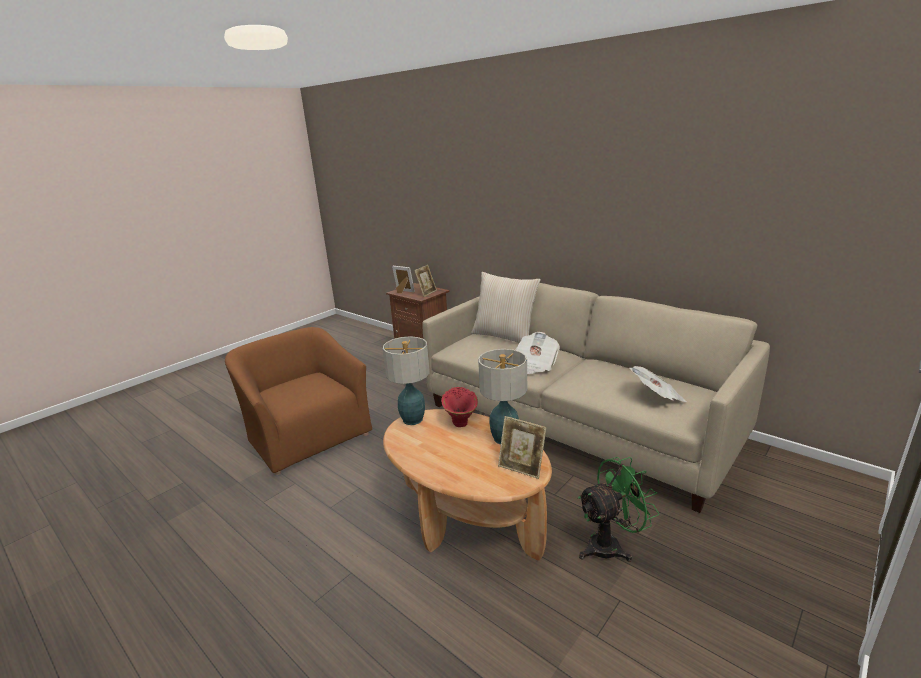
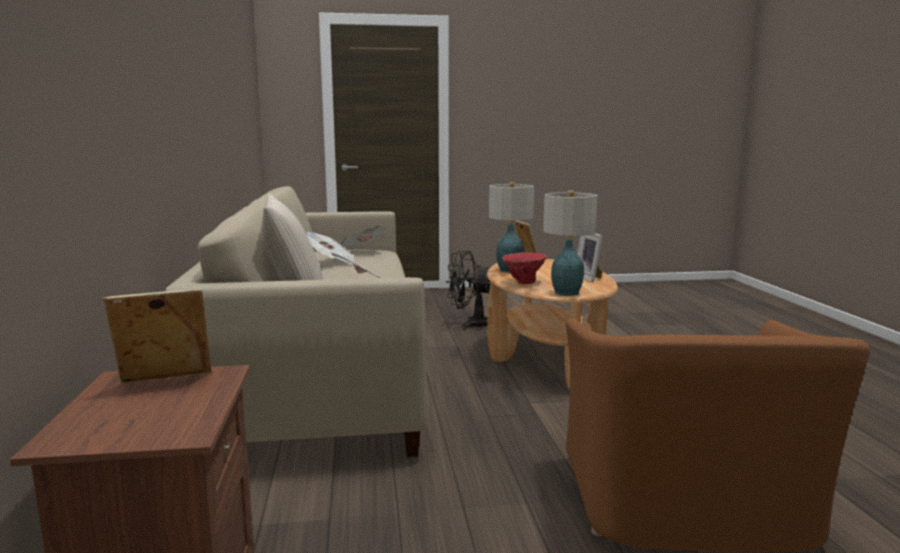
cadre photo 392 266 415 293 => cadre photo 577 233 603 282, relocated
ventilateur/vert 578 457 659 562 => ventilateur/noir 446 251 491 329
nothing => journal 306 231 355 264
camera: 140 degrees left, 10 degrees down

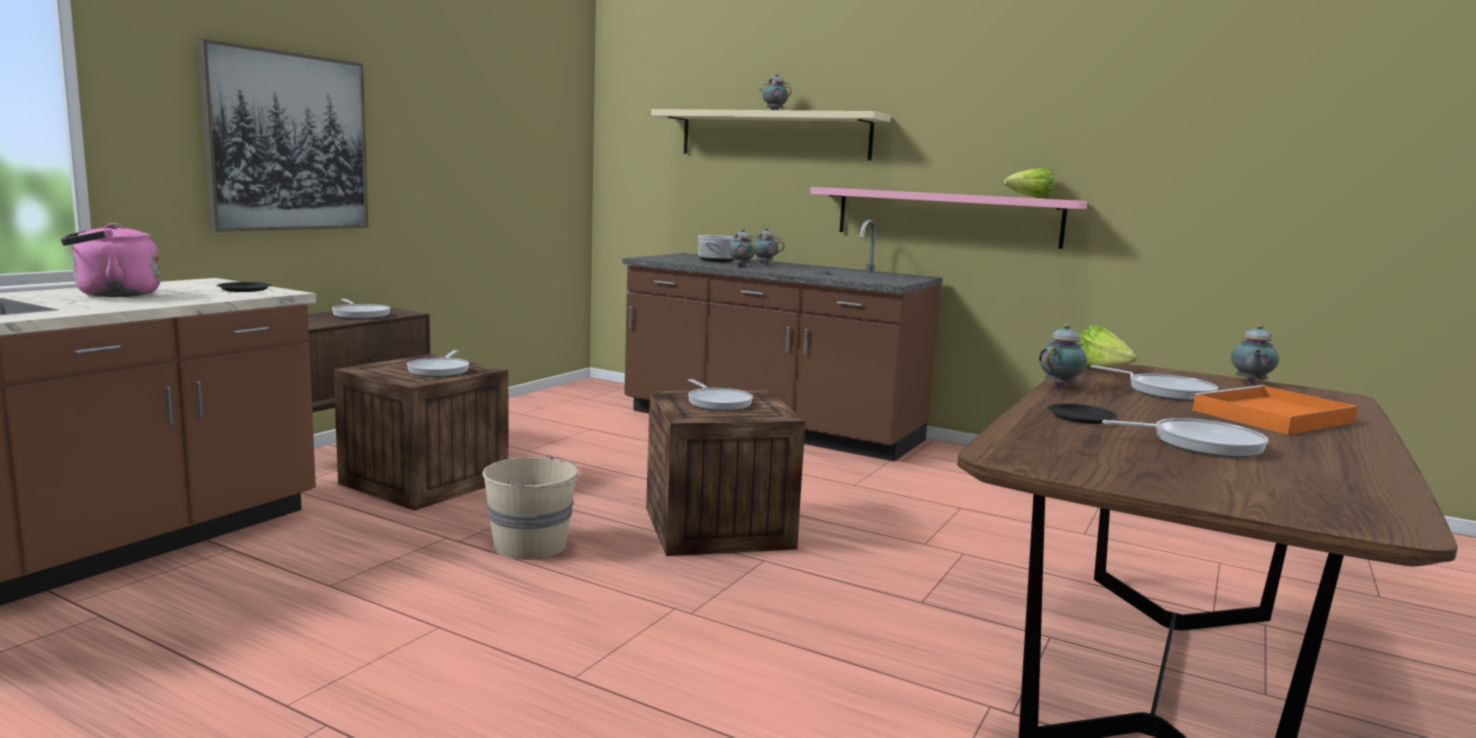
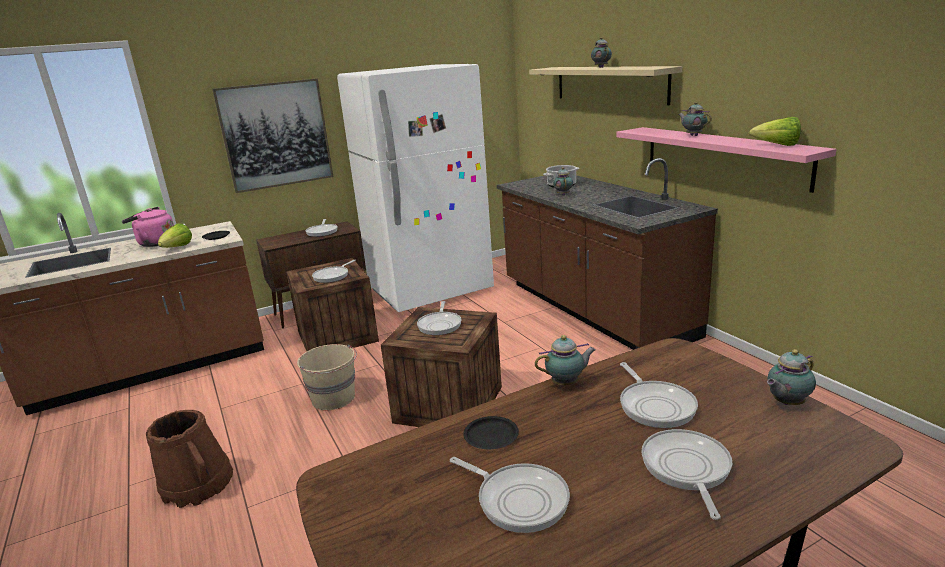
théière 751 228 785 264 => théière 678 102 712 136, relocated
laitue 1076 325 1138 368 => laitue 158 223 192 248, relocated
plateau/orange 1190 385 1358 435 => poêle 641 429 732 520
nothing => réfrigérateur/blanc 337 64 494 312
nothing => seau/marron 146 410 233 508
camera: 35 degrees right, 10 degrees up

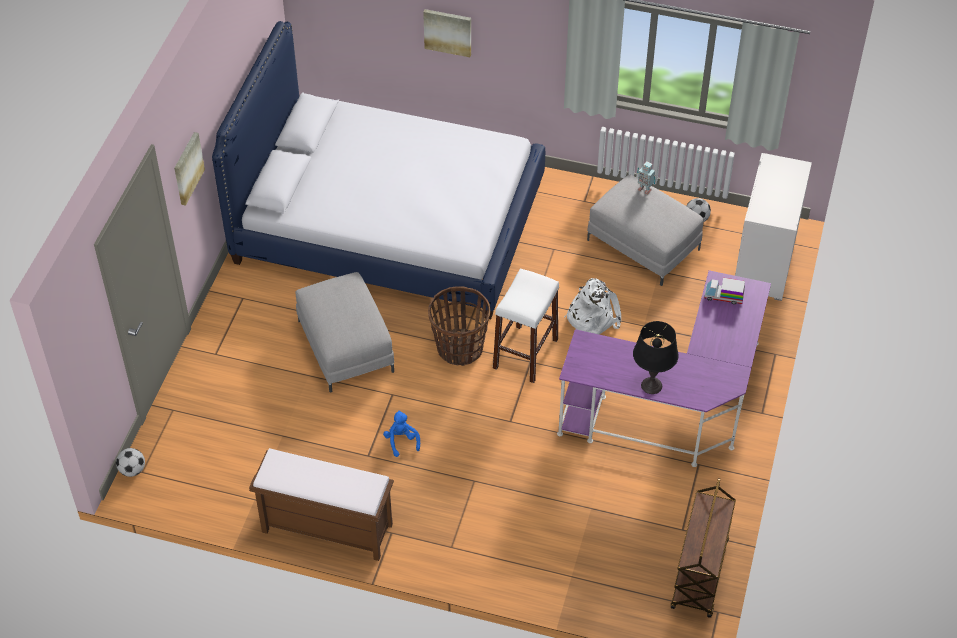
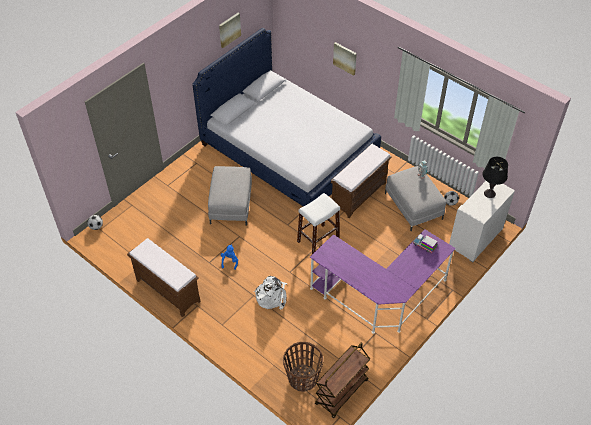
tableau 174 132 205 206 => tableau 219 13 241 48, relocated
sac à dos/blanc 564 278 621 334 => sac à dos/blanc 254 276 287 310, relocated
panier 428 286 490 366 => panier 283 342 323 392, relocated
lampe de table/noir 633 321 679 394 => lampe de table/noir 483 157 508 198, relocated
nothing => banc/marron 331 144 392 218
camera: 25 degrees right, 0 degrees up

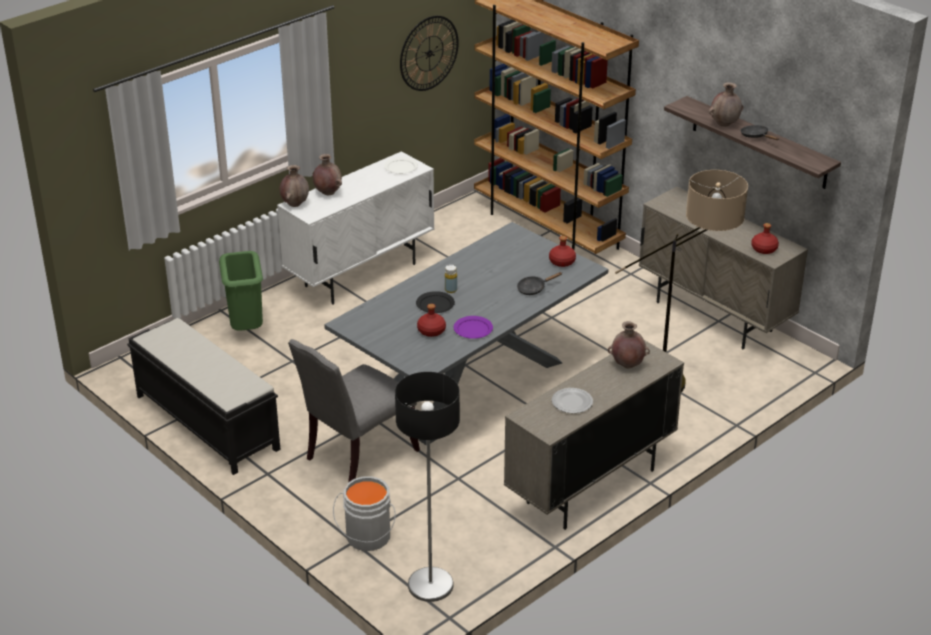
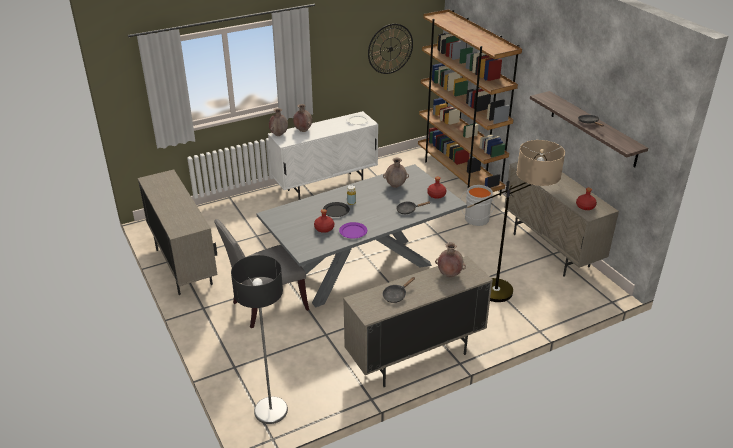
vase/marron 709 82 743 127 => vase/marron 383 158 409 188, relocated
poubelle/vert 219 251 263 331 => nothing
banc/noir 127 318 280 475 => meuble de rangement/beige 138 169 218 295
assiette 552 388 593 413 => poêle/noir 383 277 415 303
seau/gris 333 476 396 551 => seau/gris 460 185 494 226, relocated
camera: 15 degrees right, 0 degrees up

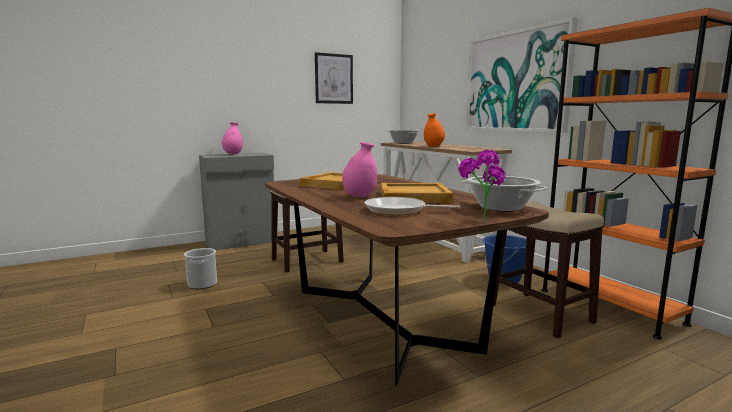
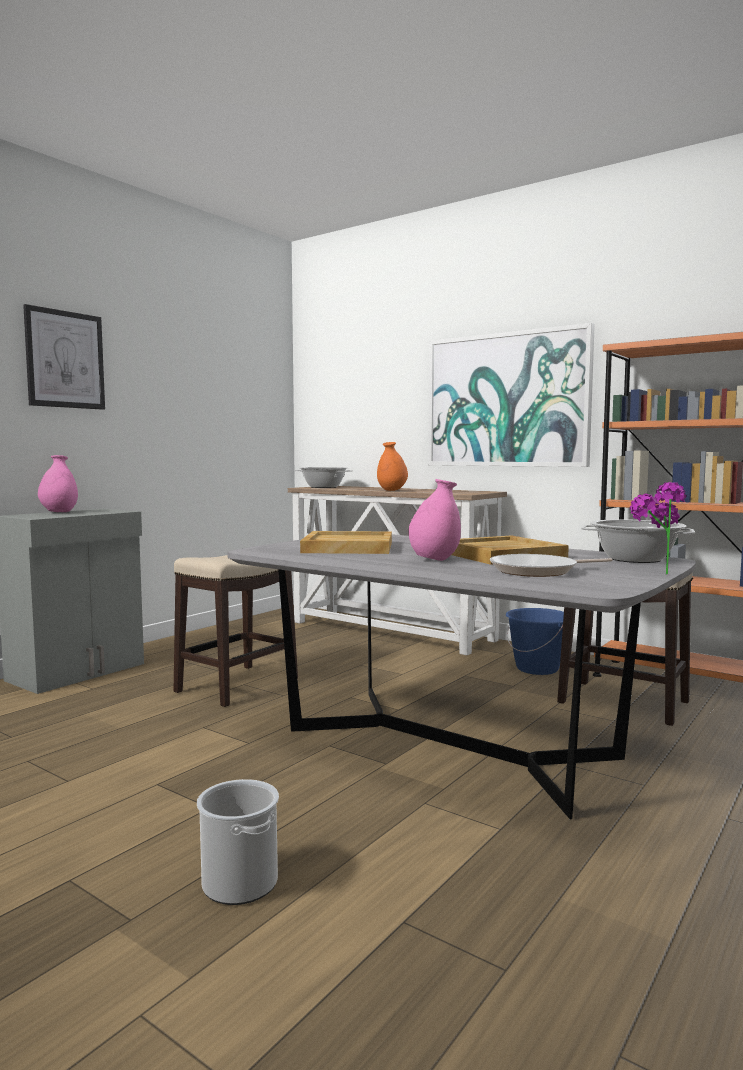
tableau 315 52 353 104 => tableau 23 304 105 410, relocated
table à manger/marron 265 174 549 386 => table à manger/gris 227 534 696 819
seau 184 248 217 289 => seau 197 779 279 905, relocated
camera: 25 degrees left, 5 degrees down

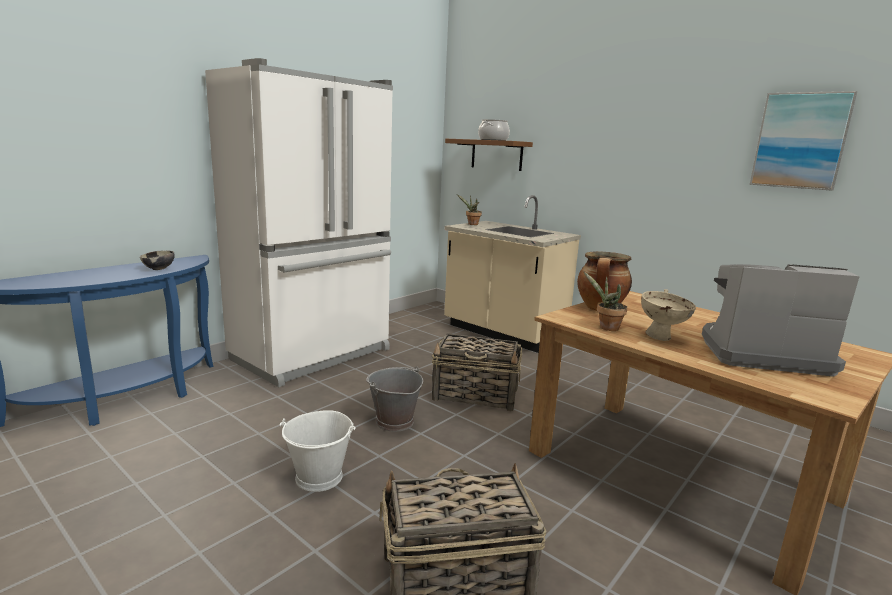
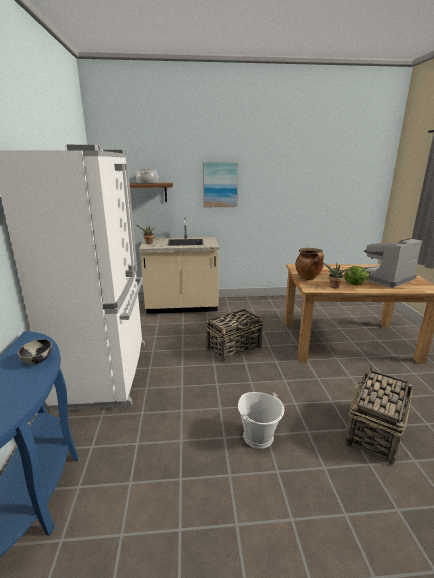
tableau 749 91 857 191 => tableau 203 162 238 207, relocated
bol/beige 641 289 696 341 => laitue 344 266 370 285
seau/gris 366 366 423 432 => nothing
camera: 45 degrees left, 5 degrees up

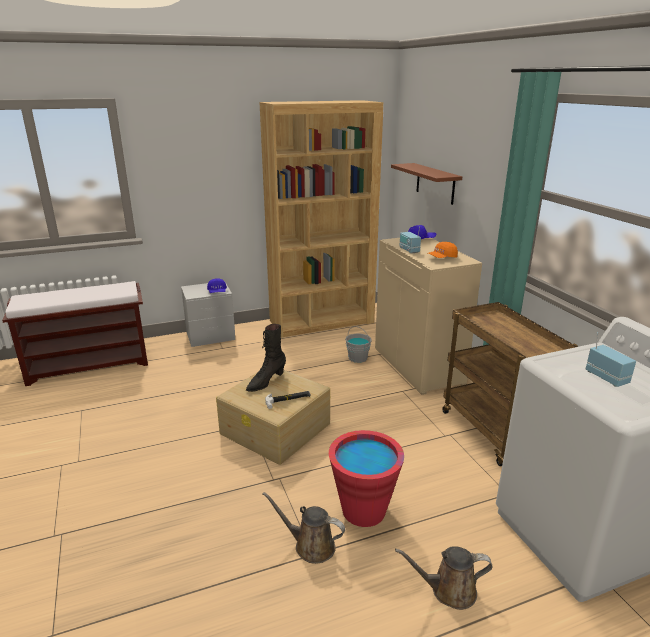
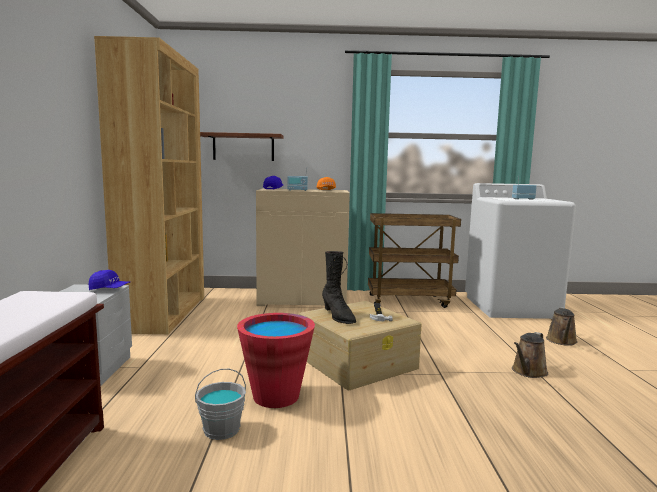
seau/gris 345 326 371 363 => seau/gris 195 369 246 440, relocated
seau/rouge 329 430 404 527 => seau/rouge 237 313 315 408, relocated
camera: 70 degrees left, 15 degrees down

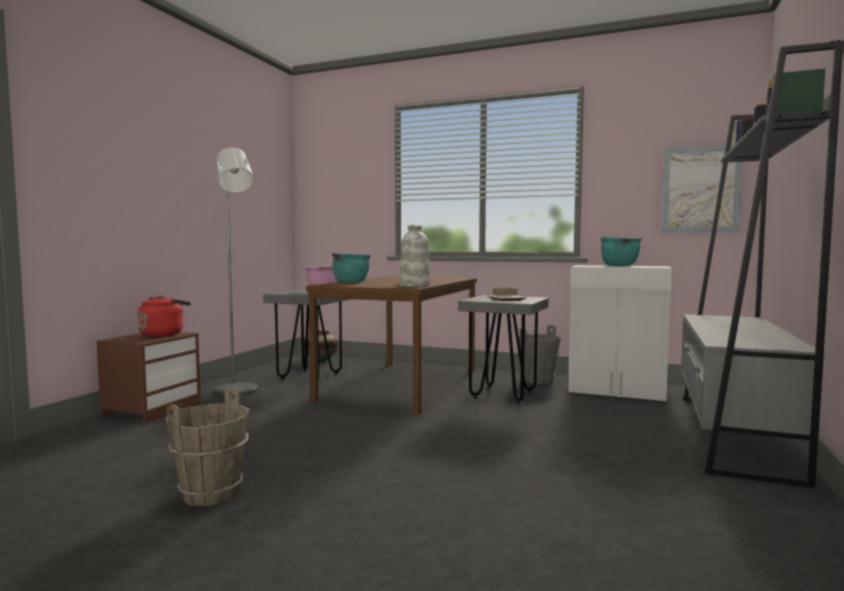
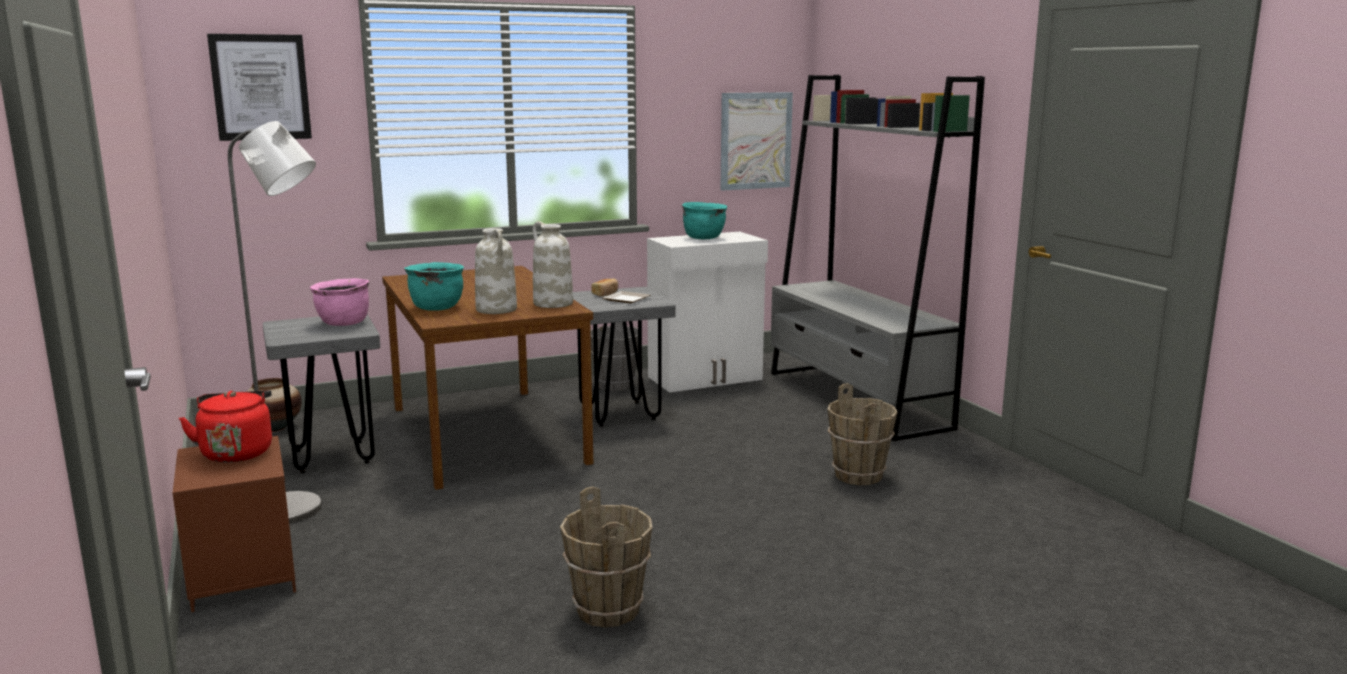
nothing => tableau 207 34 312 141
nothing => vase/blanc 475 228 517 314
nothing => seau/marron 827 383 898 485
camera: 45 degrees left, 10 degrees up

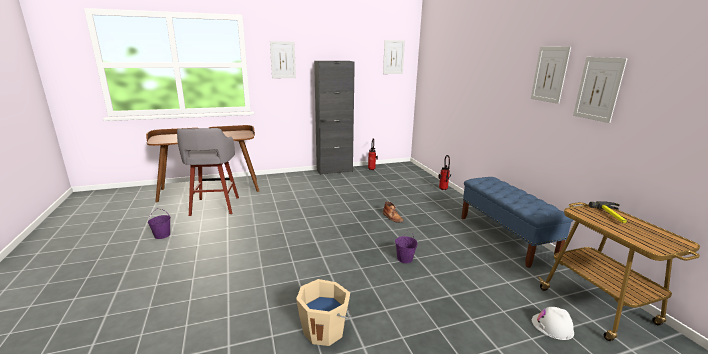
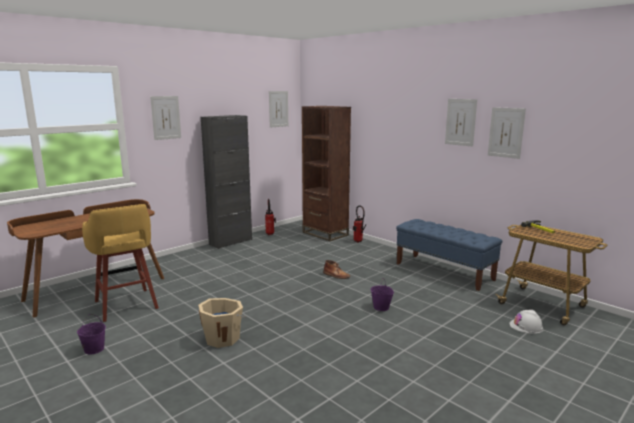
tabouret/gris 177 128 239 216 => tabouret/jaune 82 204 159 322
seau/beige 296 279 351 346 => seau/beige 198 298 246 348, relocated
nothing => bibliothèque/marron 302 106 351 241
camera: 25 degrees left, 5 degrees down

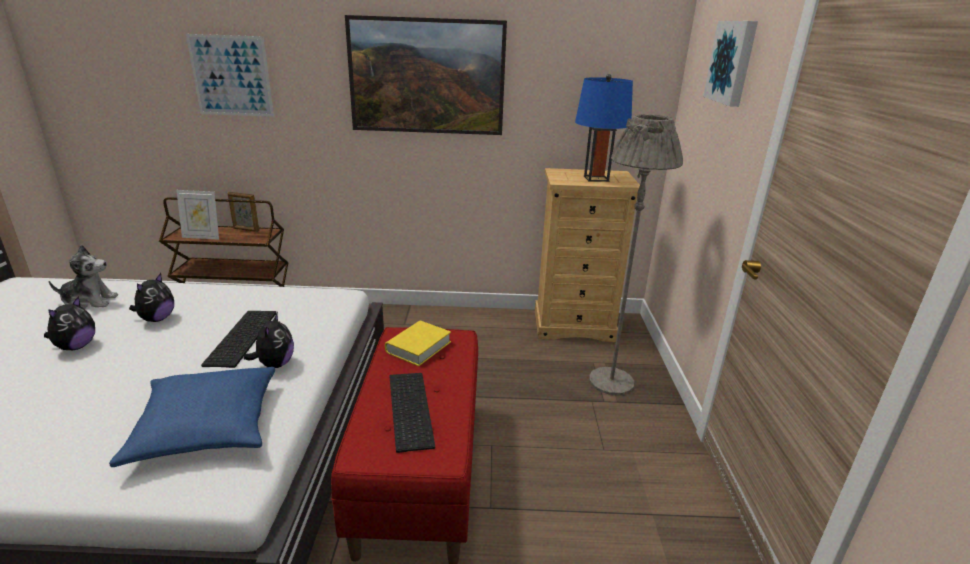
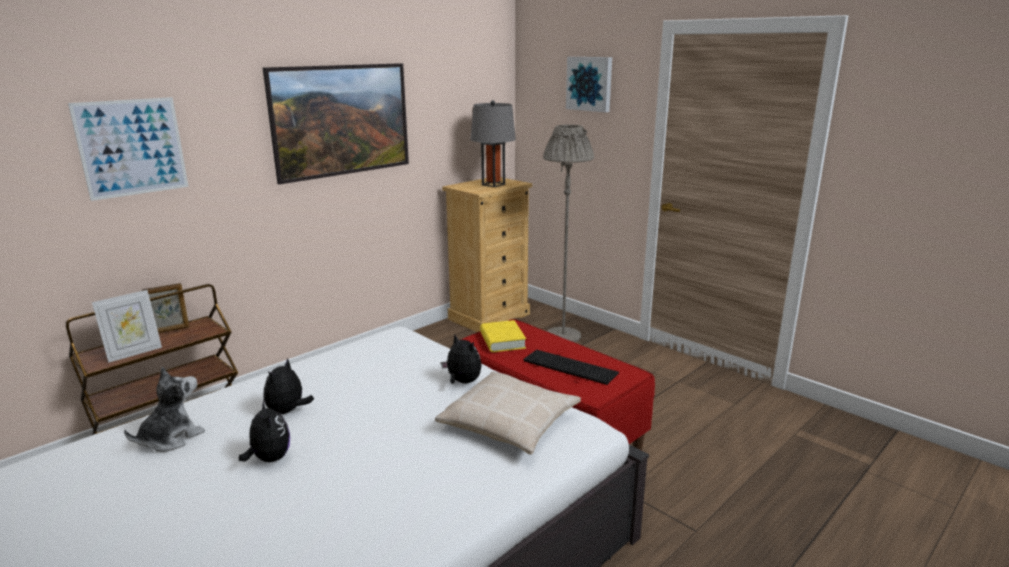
lampe de table/bleu 575 74 633 182 => lampe de table/gris 470 100 516 187
peluche 129 273 174 322 => peluche 264 358 314 414, 135 degrees counterclockwise
clavier 201 311 276 368 => nothing
coussin/bleu 109 367 275 467 => coussin/beige 435 372 581 455
camera: 45 degrees left, 5 degrees down

